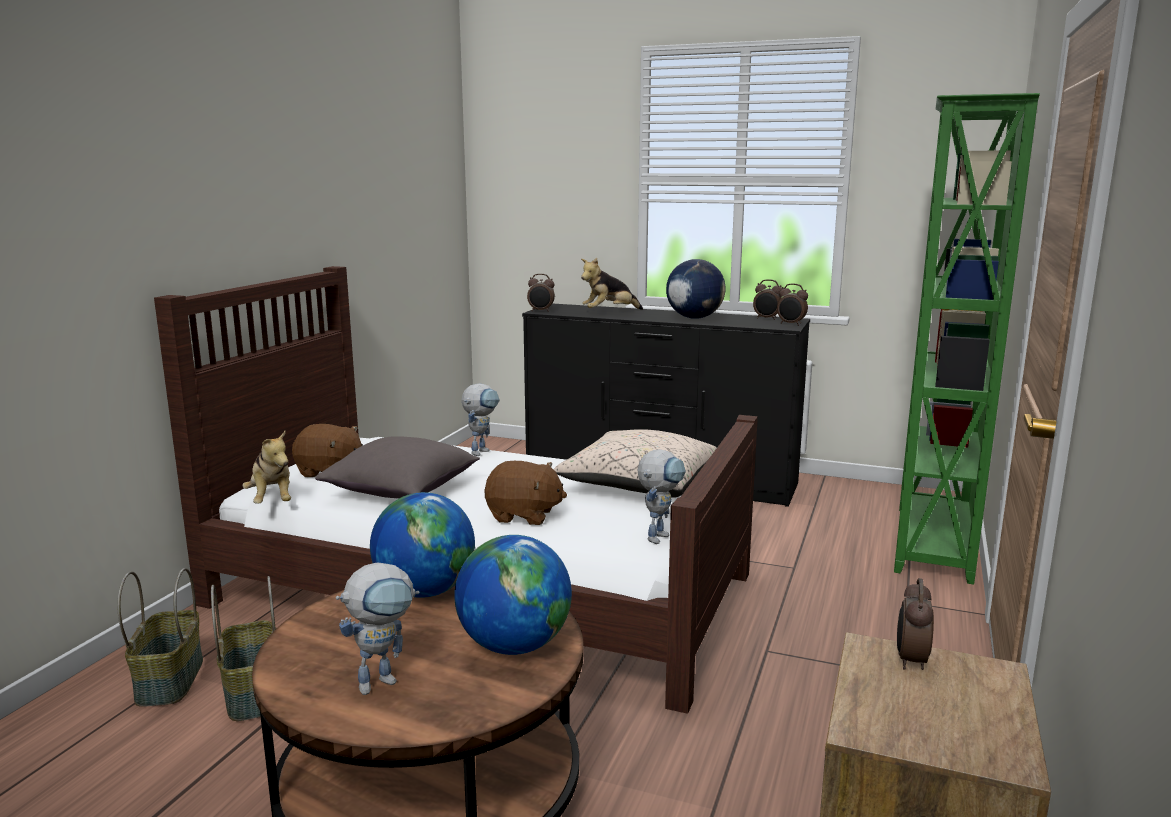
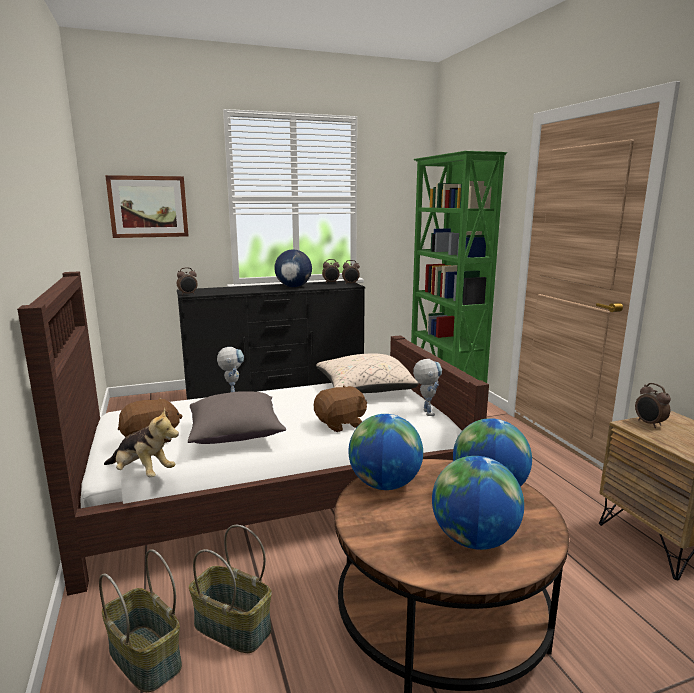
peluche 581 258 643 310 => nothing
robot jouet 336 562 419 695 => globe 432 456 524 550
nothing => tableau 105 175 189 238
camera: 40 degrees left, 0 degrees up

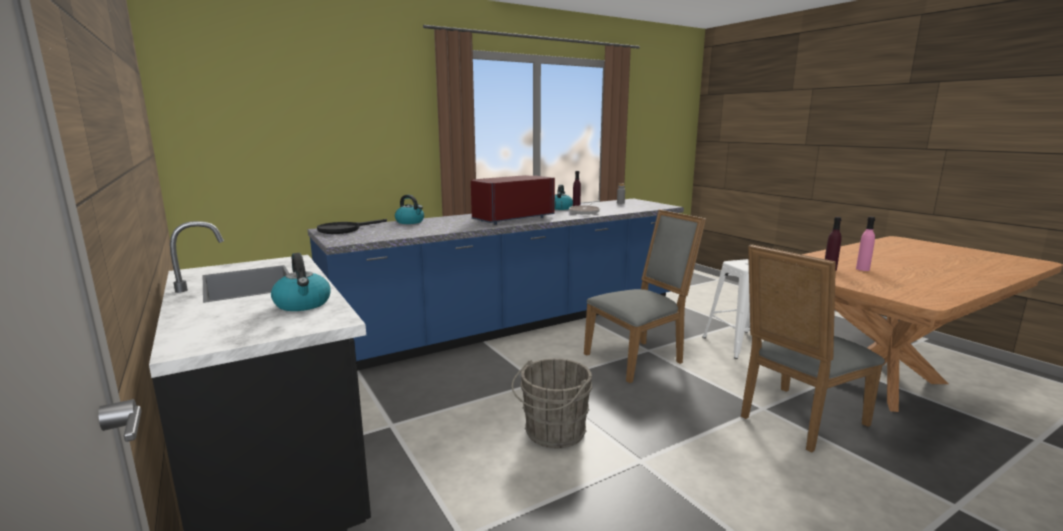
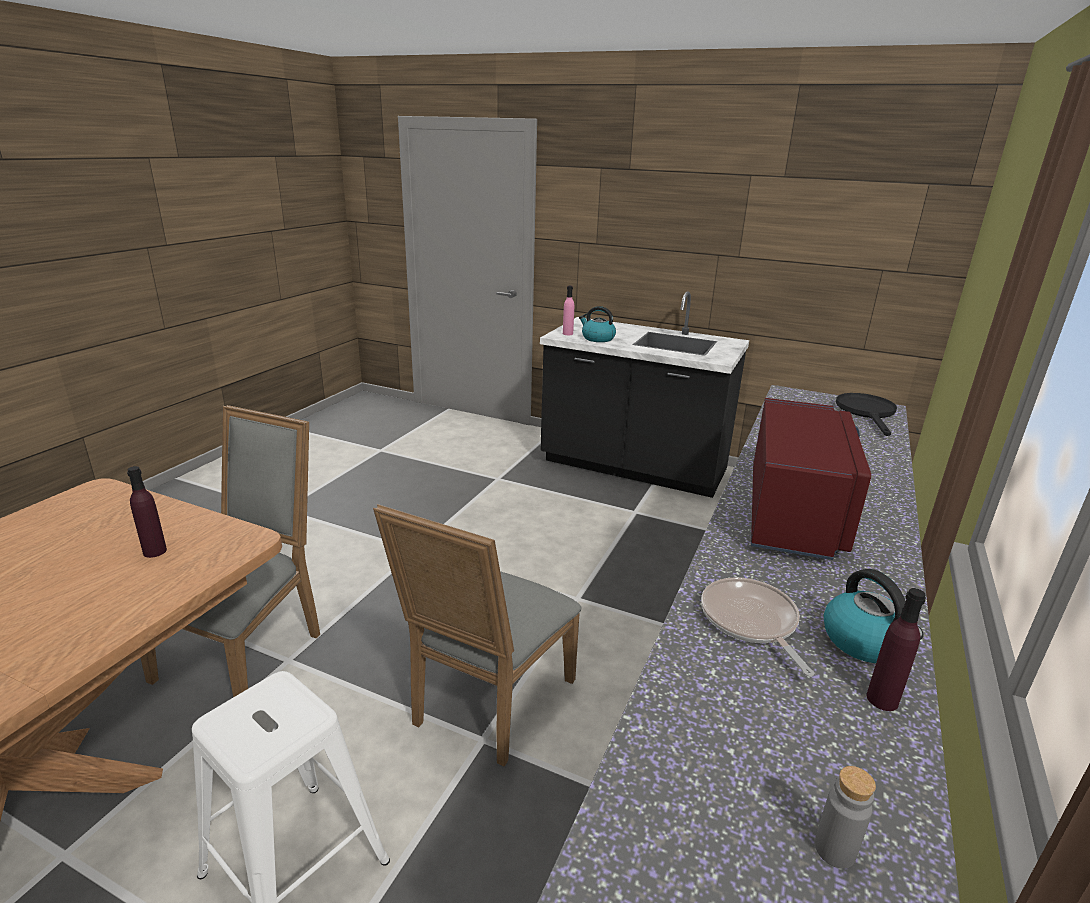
bouilloire 395 195 424 224 => nothing
bouteille/rose 856 217 875 271 => bouteille/rose 563 286 574 335, relocated
seau/gris 511 358 592 448 => nothing
camera: 145 degrees right, 10 degrees up

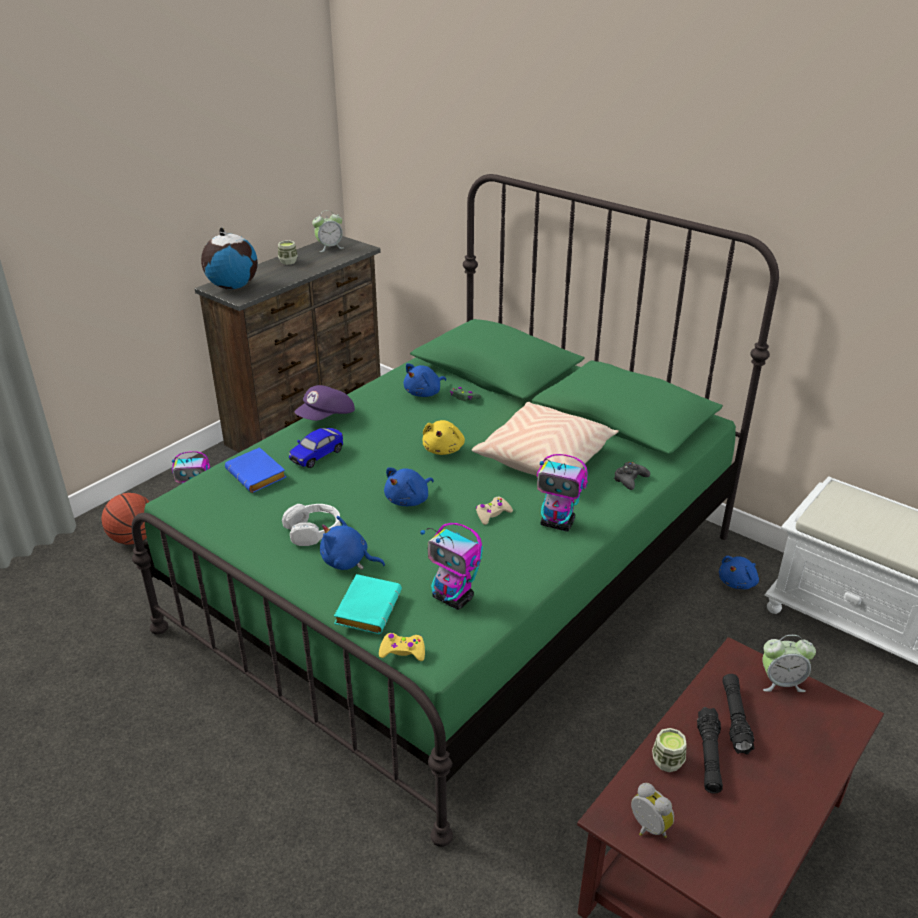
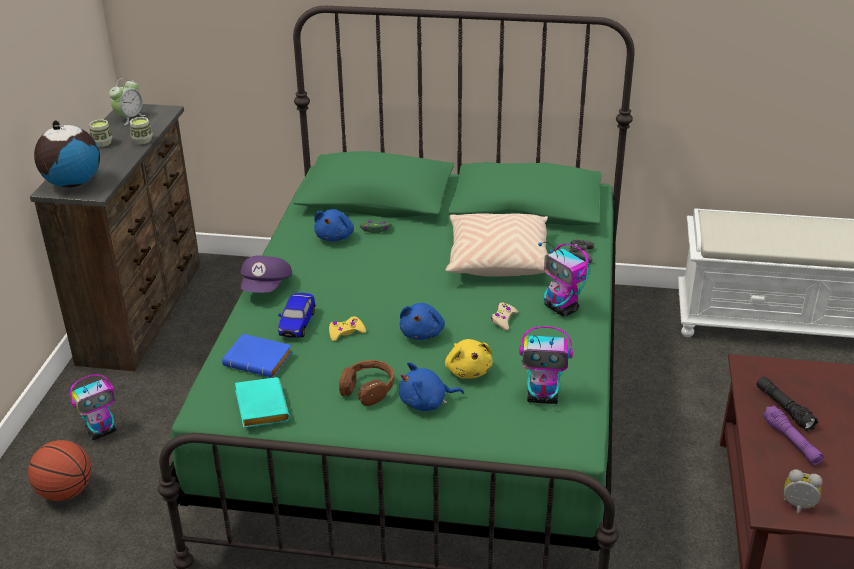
peluche/jaune 423 420 465 455 => peluche/jaune 445 339 493 379, relocated
robot jouet 537 454 588 532 => robot jouet 538 242 591 317, 60 degrees clockwise
casque audio/blanc 282 504 341 546 => casque audio/marron 339 360 394 406
peluche/bleu 719 556 759 589 => nothing
livre/turquoise 334 574 402 634 => livre/turquoise 235 377 290 428, relocated
manette/jaune 379 633 425 661 => manette/jaune 329 316 366 342, relocated
réveil 762 635 816 692 => nothing
lampe de poche/noir 697 707 723 794 => lampe de poche/violet 763 405 824 465
tasse 652 728 687 772 => tasse 130 117 153 144, relocated
camera: 30 degrees left, 0 degrees up

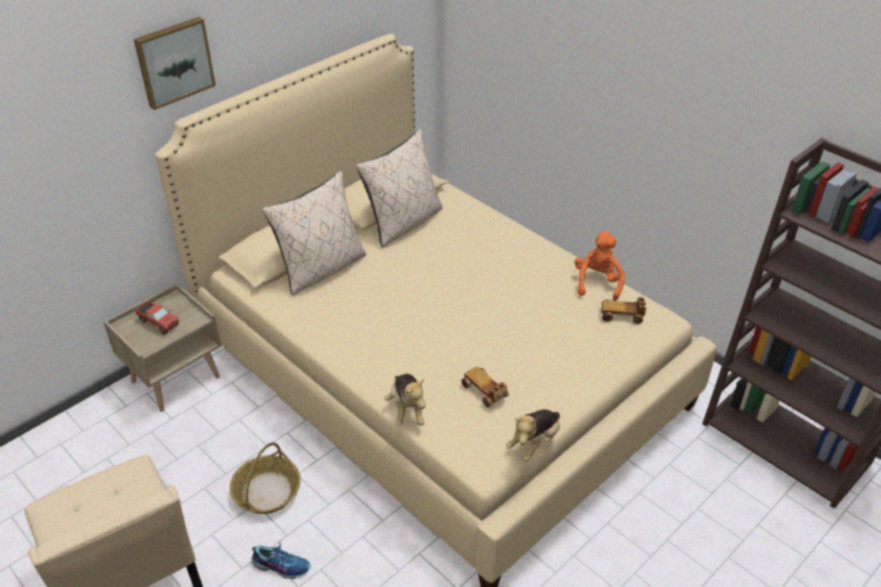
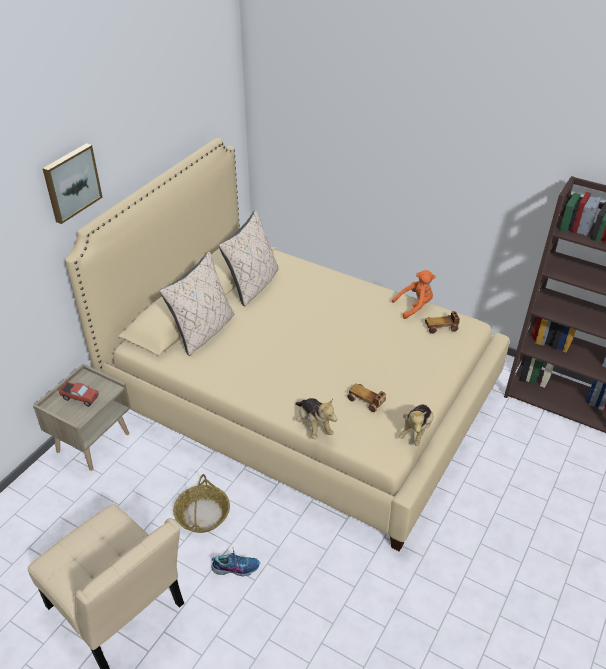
peluche/orange 575 231 625 301 => peluche/orange 392 270 436 319, 75 degrees clockwise
camera: 15 degrees left, 0 degrees up

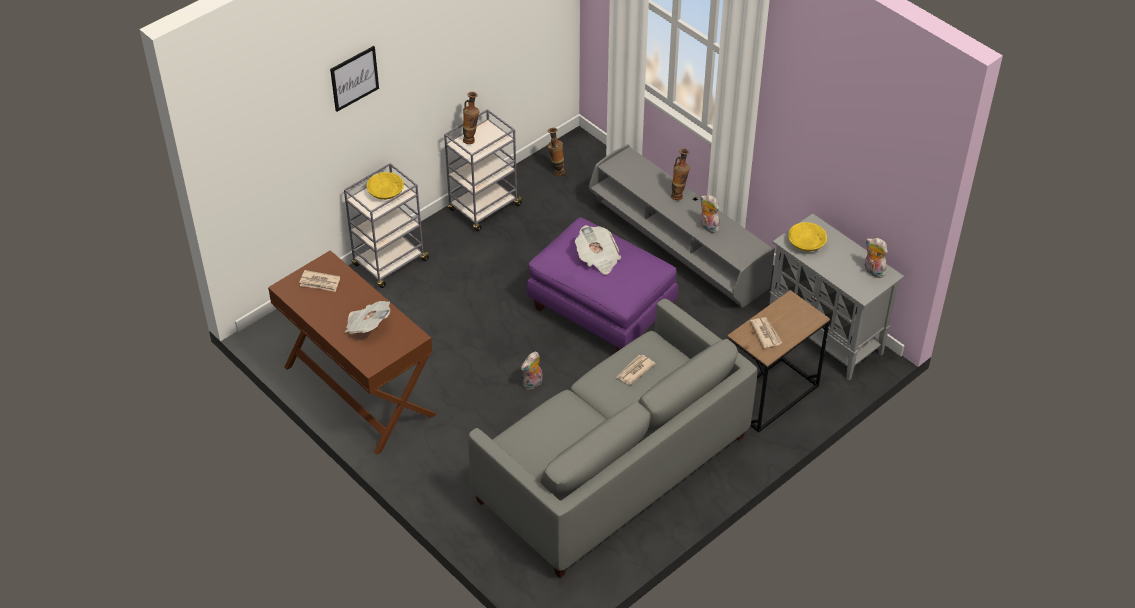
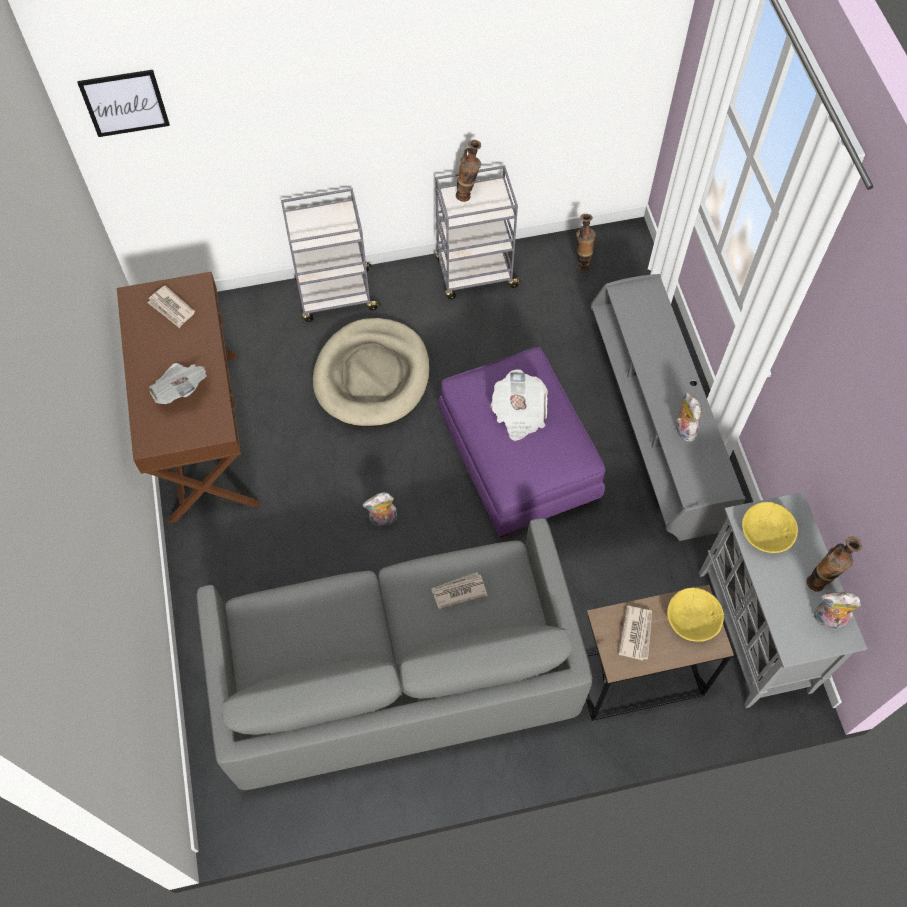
tableau 330 46 379 112 => tableau 77 70 170 137, relocated
vase 671 148 690 200 => vase 807 537 862 592, relocated
bol/jaune 367 172 404 200 => bol/jaune 667 587 724 642, relocated
peluche 865 238 888 278 => peluche 814 592 861 630, 60 degrees counterclockwise
nothing => panier pour chien/beige 313 318 430 427
camera: 30 degrees right, 15 degrees up

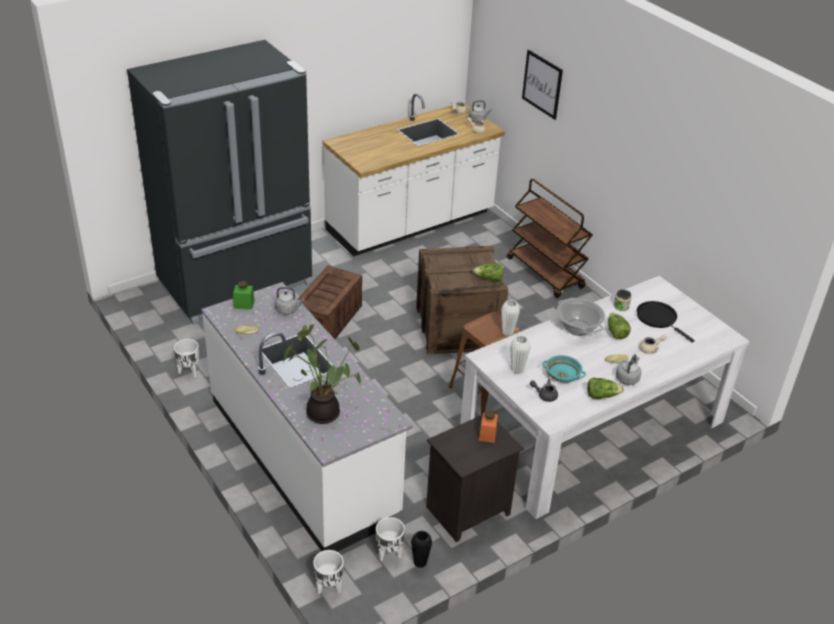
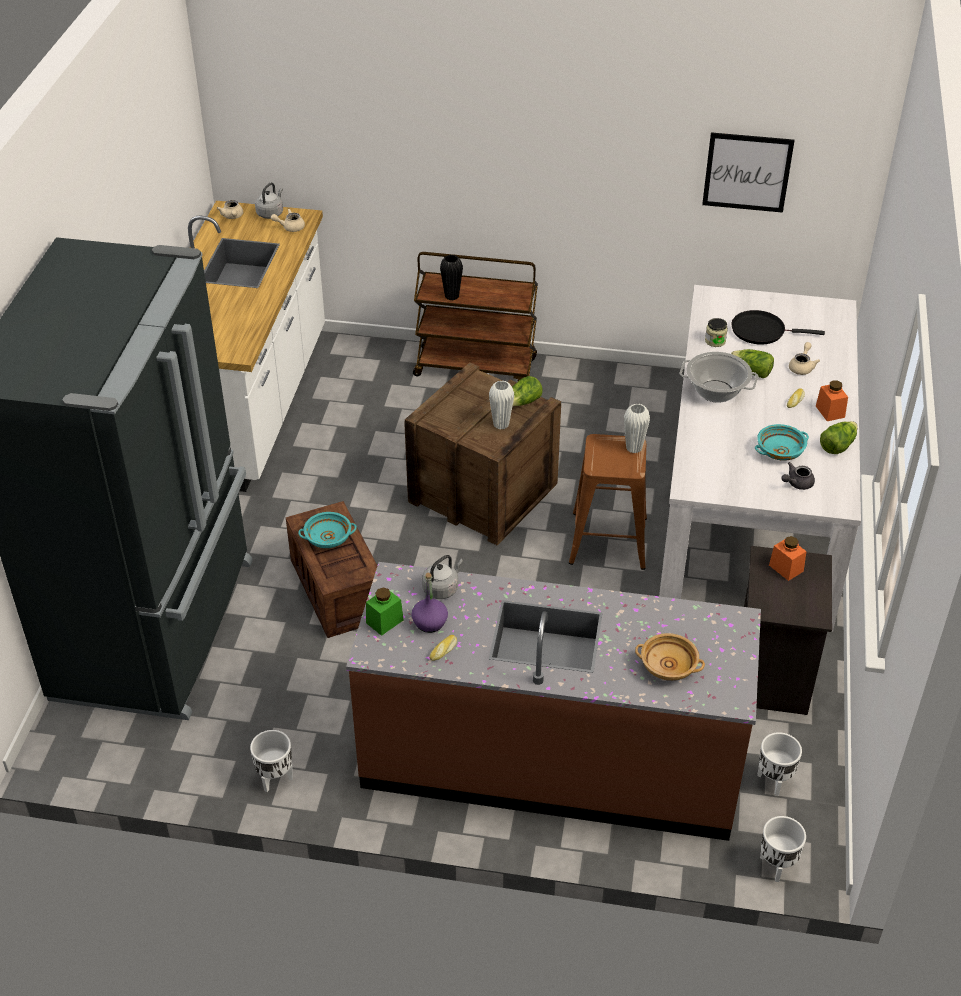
tableau 522 50 563 120 => tableau 702 132 795 213, relocated
comptoir de cuisine/blanc 201 282 413 552 => comptoir de cuisine/marron 346 562 761 841
plante en pot 283 324 361 424 => bol/beige 635 633 705 681
vase/blanc 510 335 531 374 => vase/blanc 489 380 514 430, relocated
bouilloire/gris 616 354 641 385 => bocal/orange 816 380 848 421
vase/noir 411 531 432 568 => vase/noir 440 255 463 300, relocated
nothing => bol/turquoise 298 512 357 548
nothing => bouteille/violet 411 573 448 633
camera: 45 degrees left, 5 degrees up

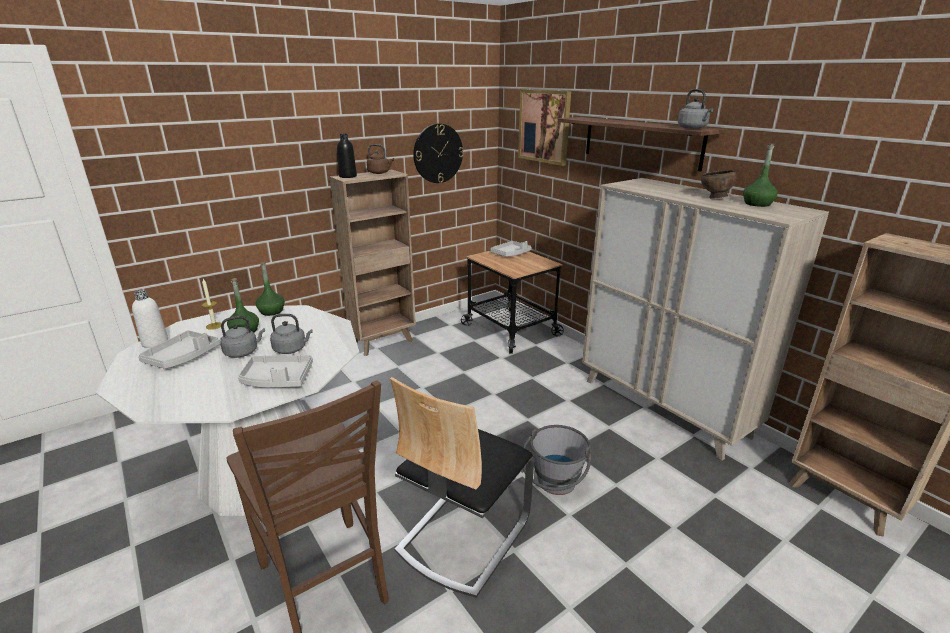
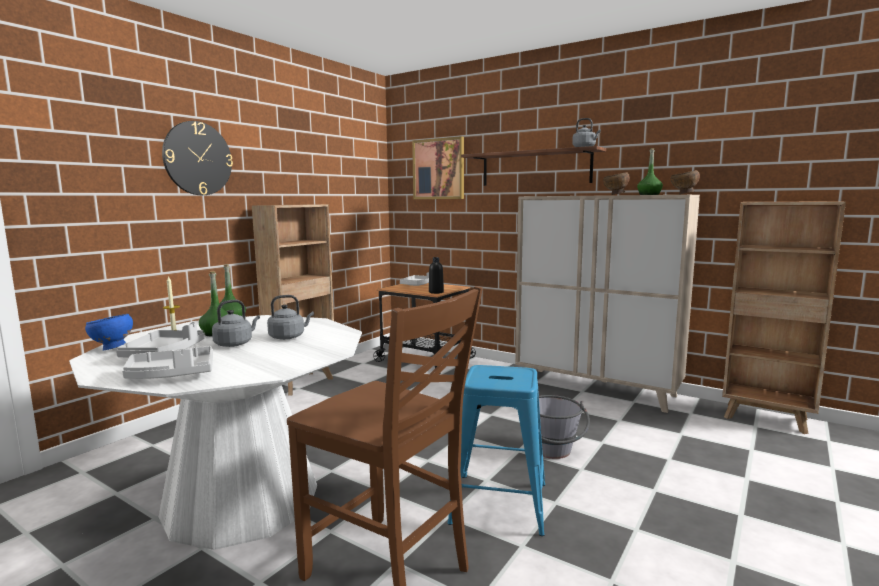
horloge murale 413 124 464 183 => horloge murale 162 121 233 195, relocated
bouteille/noir 337 134 357 178 => bouteille/noir 429 257 444 294, relocated
bouilloire/marron 367 144 394 174 => nothing
bouteille/blanc 132 290 168 348 => bol/bleu 85 314 133 351
plateau/gris 238 355 313 388 => plateau/gris 122 346 213 379, relocated
chaise 390 377 534 598 => tabouret/bleu 447 365 545 536
nothing => bol/marron 671 170 700 195
camera: 20 degrees left, 15 degrees down

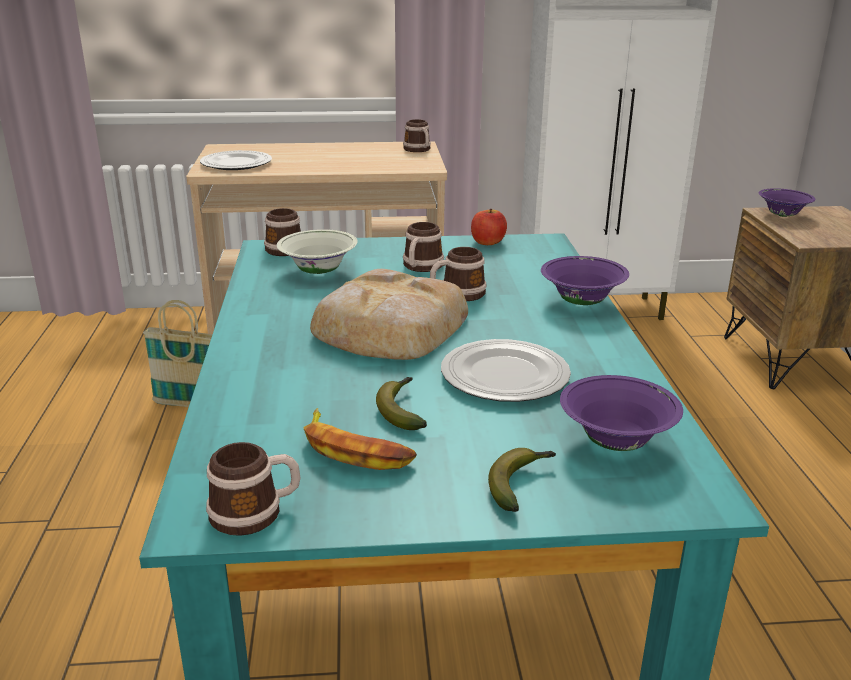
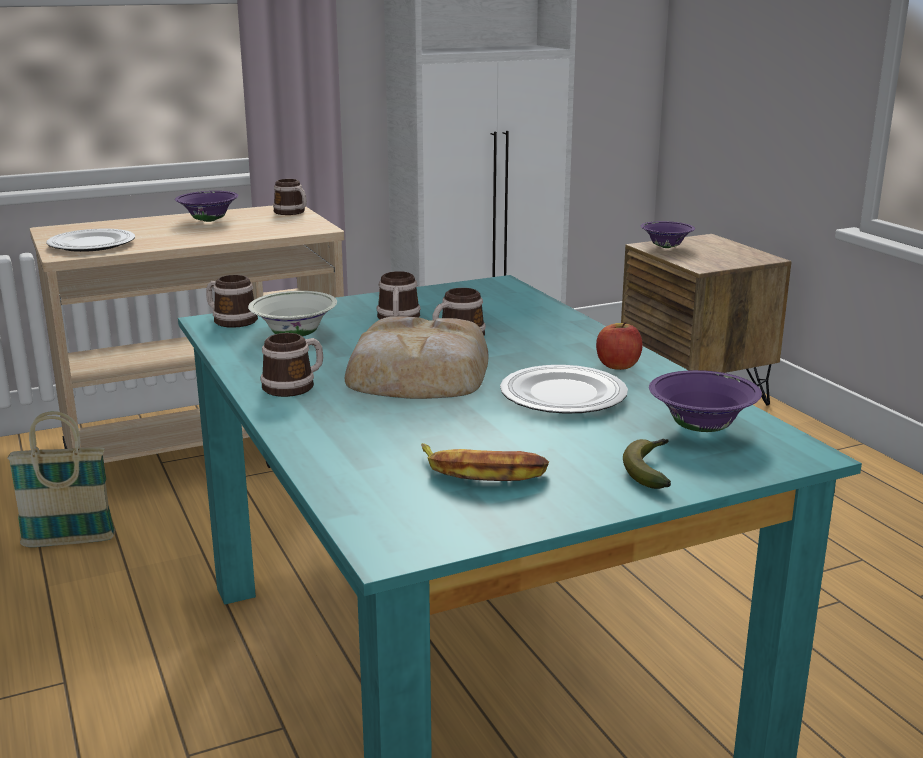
pomme 471 209 507 245 => pomme 596 322 643 370, relocated
bol/violet 541 256 629 305 => bol/violet 175 191 238 222, relocated
banane 376 377 427 430 => nothing
mug 206 442 300 536 => mug 260 333 323 397, relocated
camera: 20 degrees left, 5 degrees down

